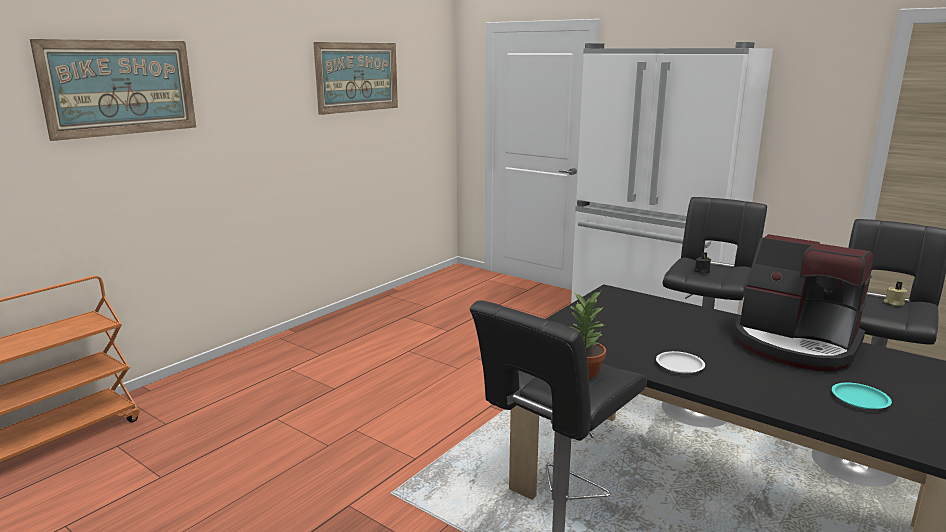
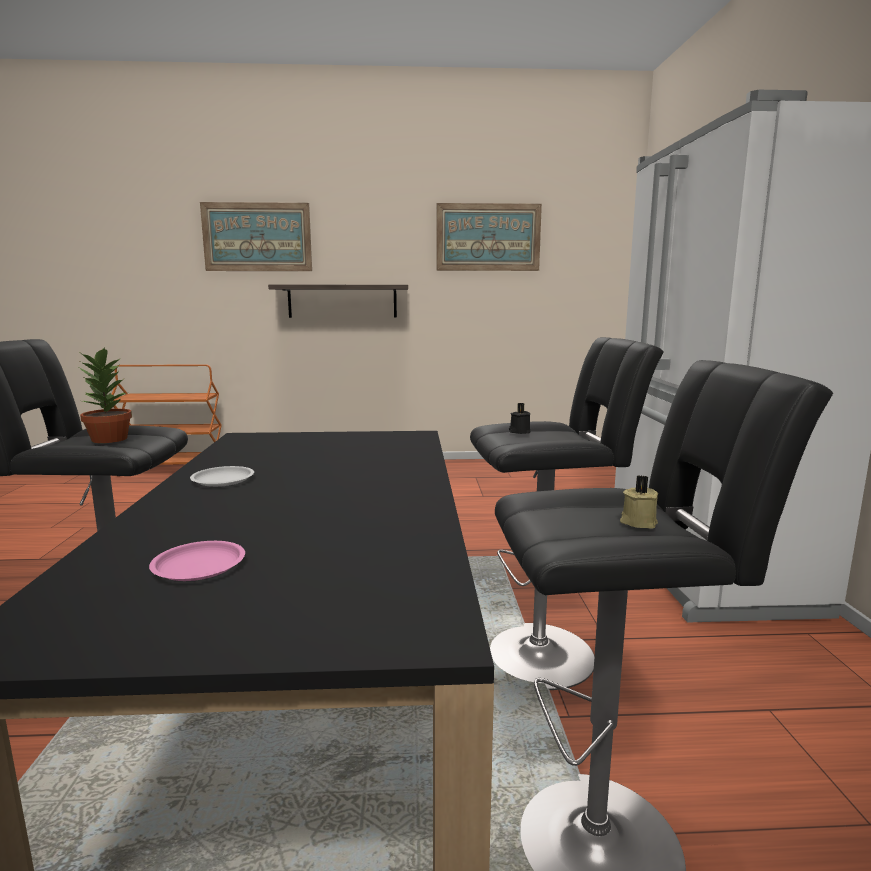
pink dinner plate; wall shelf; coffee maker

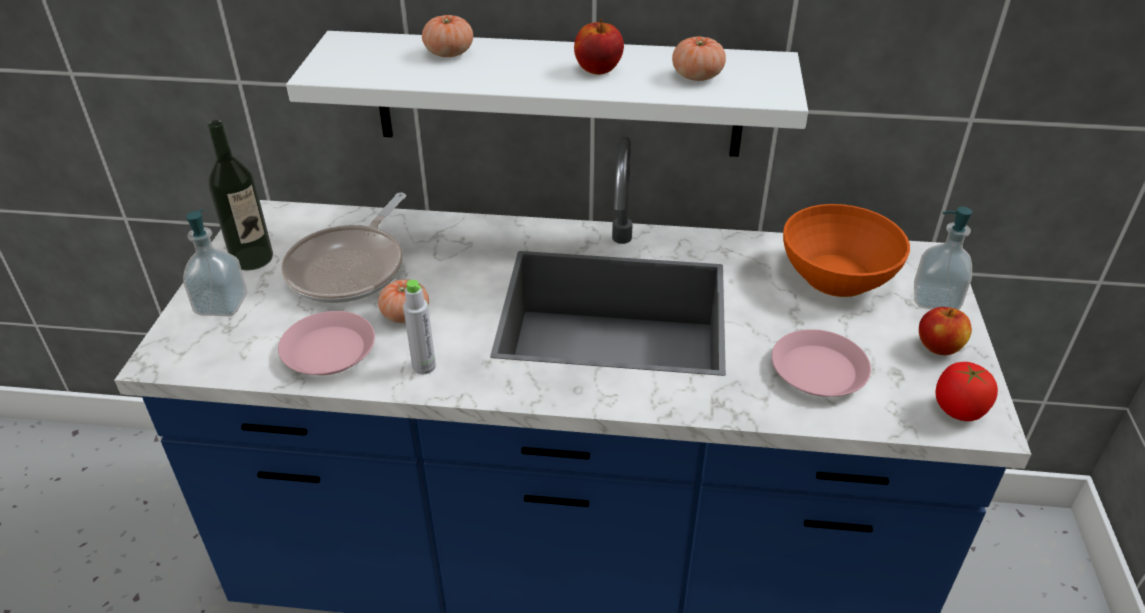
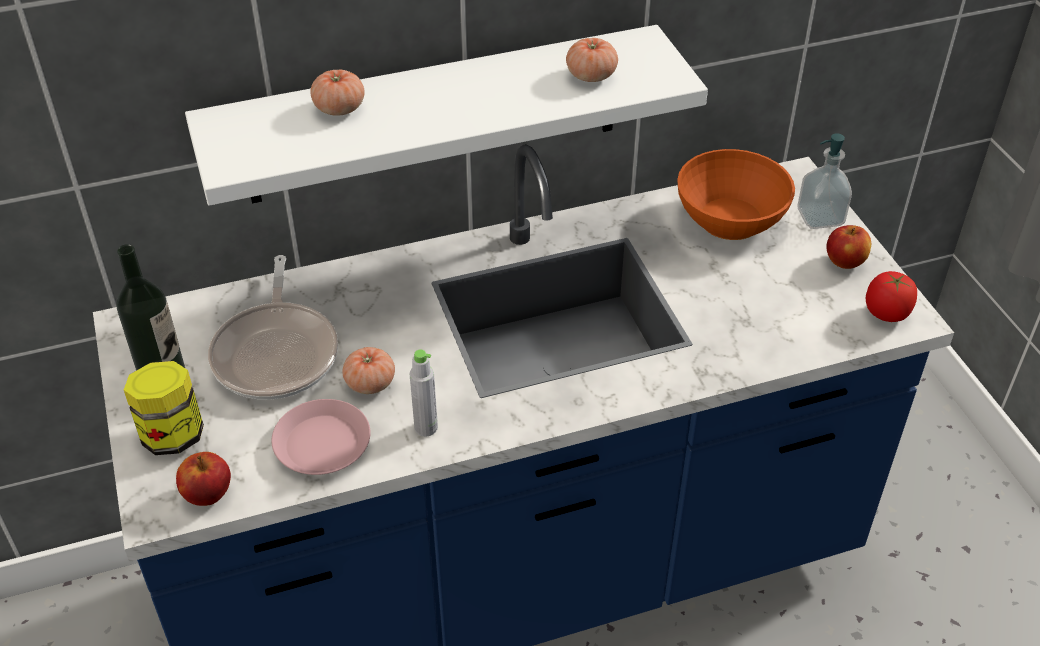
preserve jar; whole apple (no. 1 from left); pink dinner plate (no. 2 from left in the first image)

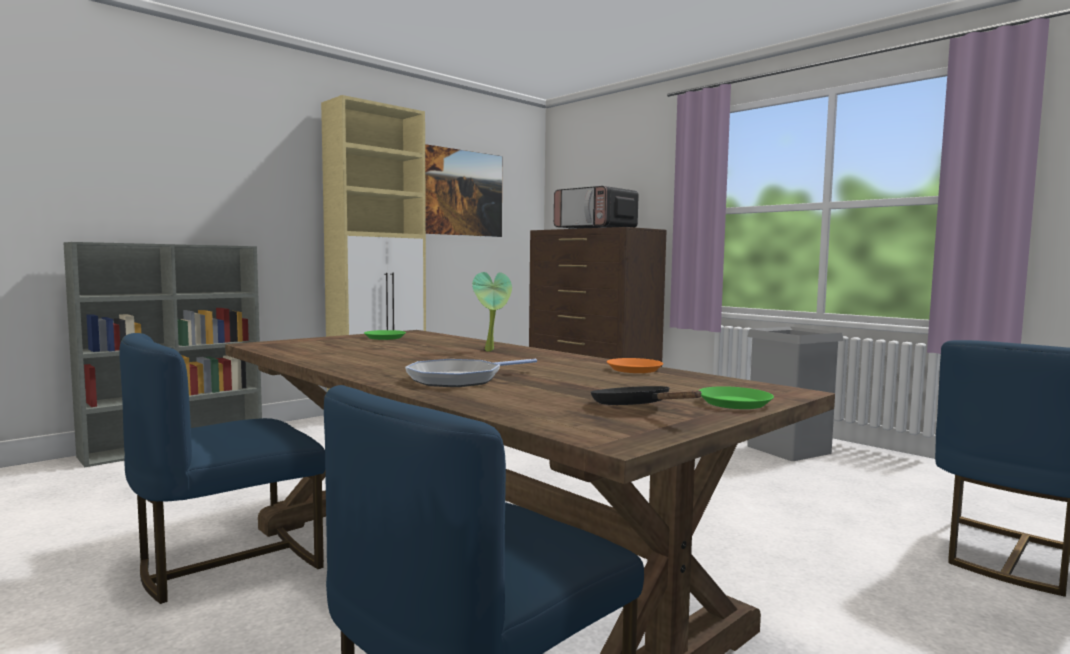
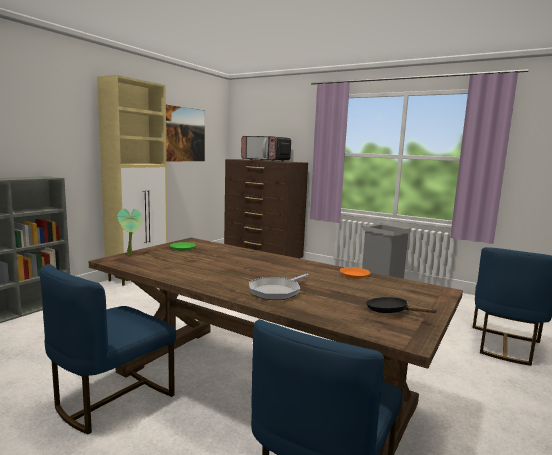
plant in a pot; greenish dinner plate (no. 2 from left in the first image)

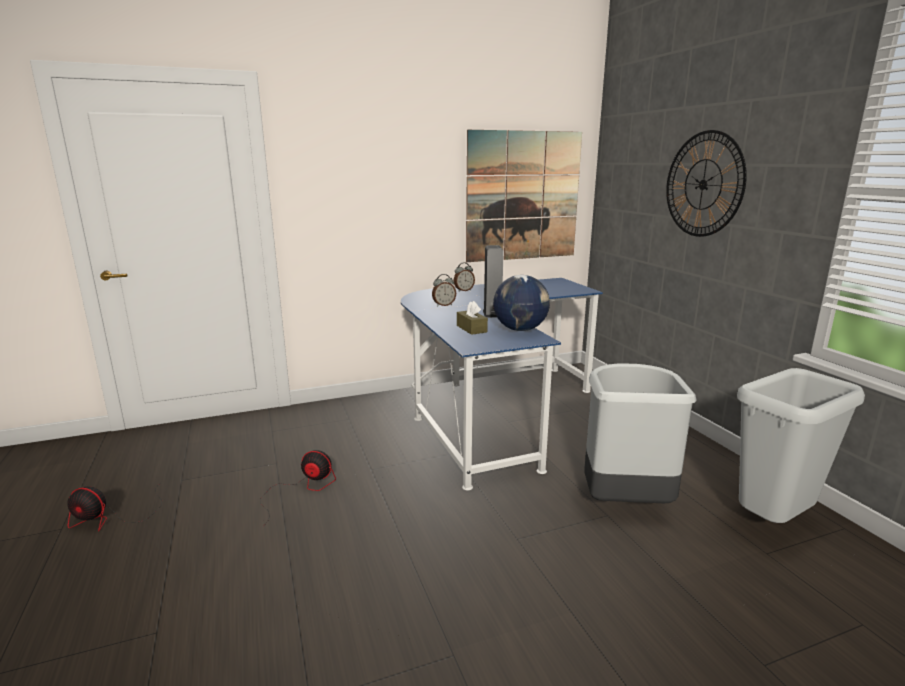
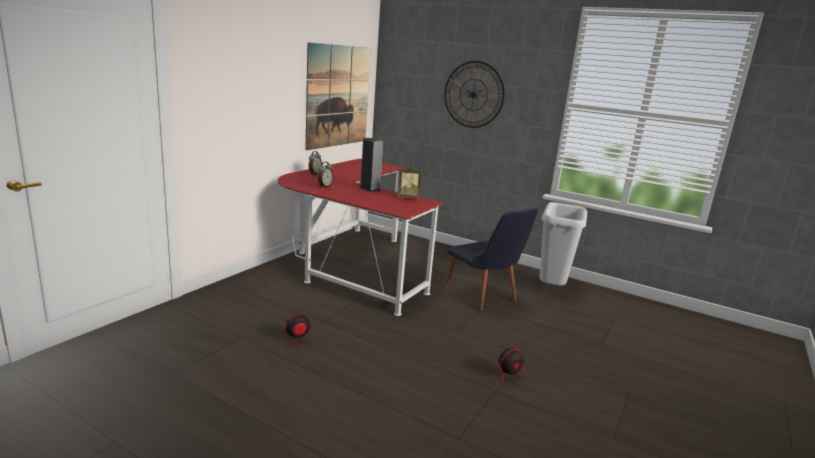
reddish desk unit; picture frame; black upright chair; electric fan (no. 2 from left); brown-coloured tissue holder

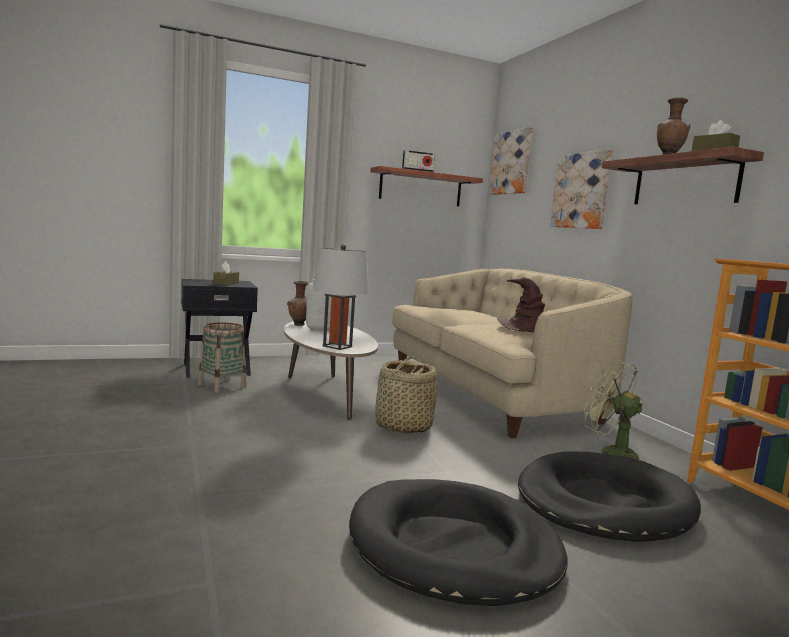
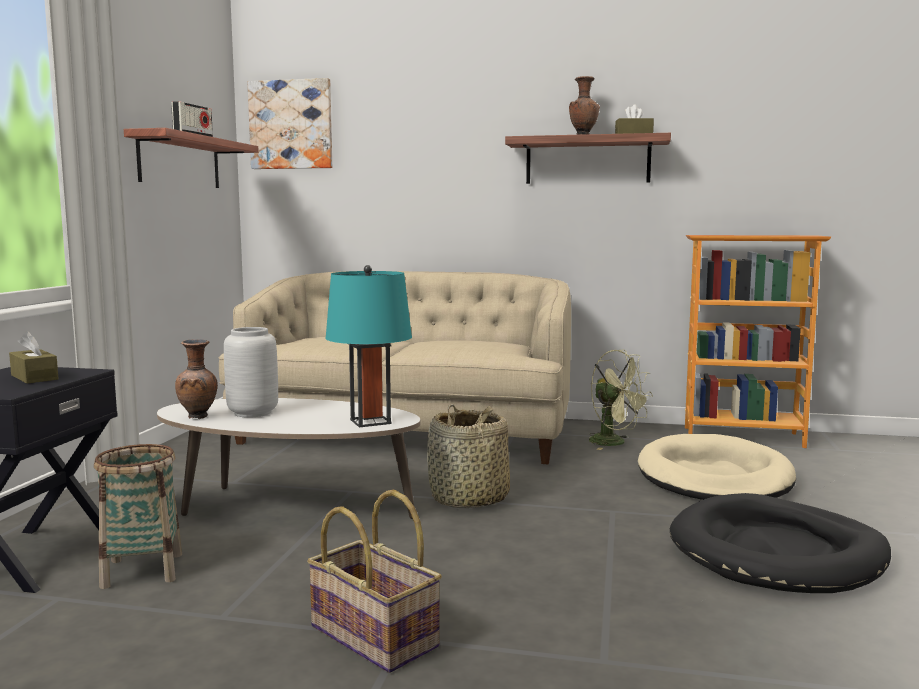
basket (no. 2 from left); turquoise-coloured table lamp; greenish electric fan; beige-coloured dog cushion; brown-coloured hat; wall art (no. 2 from left in the first image)

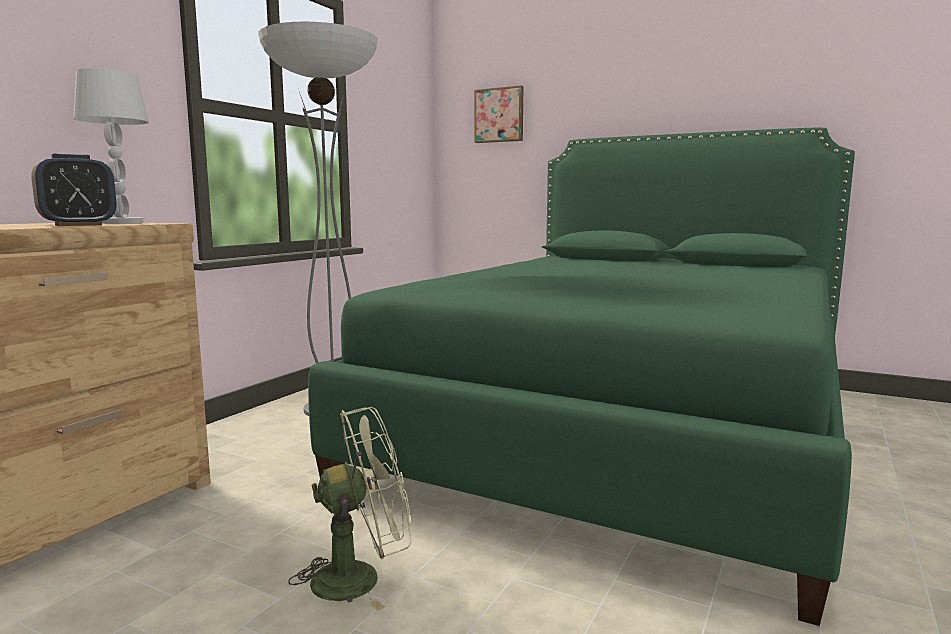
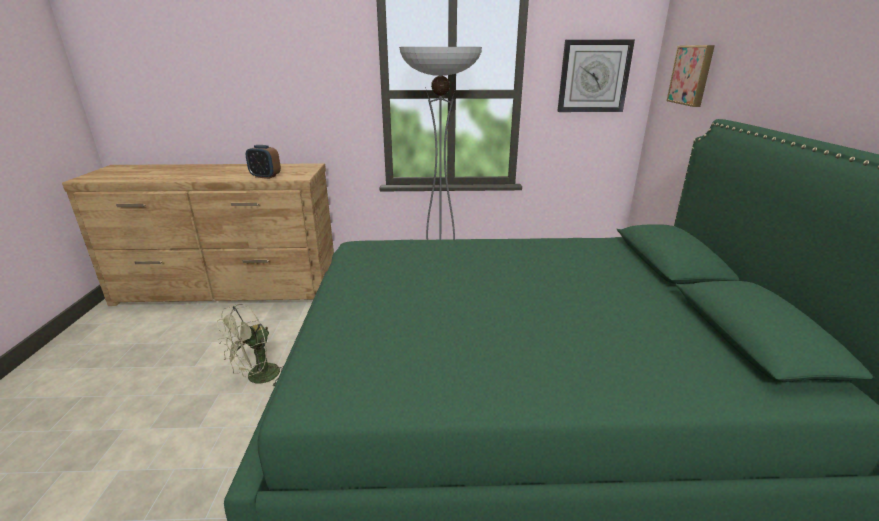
greenish electric fan; hanging clock; whitish table lamp

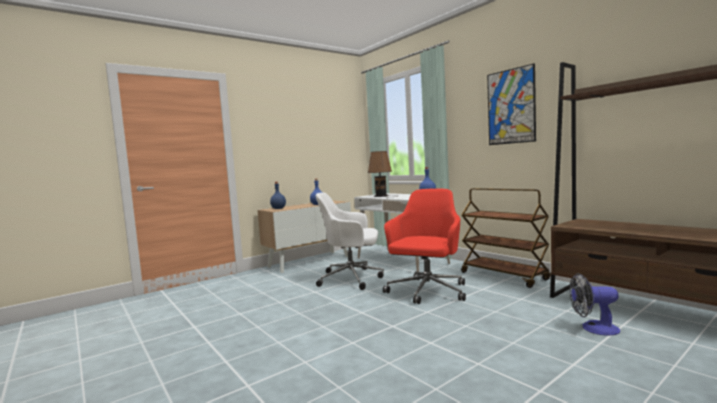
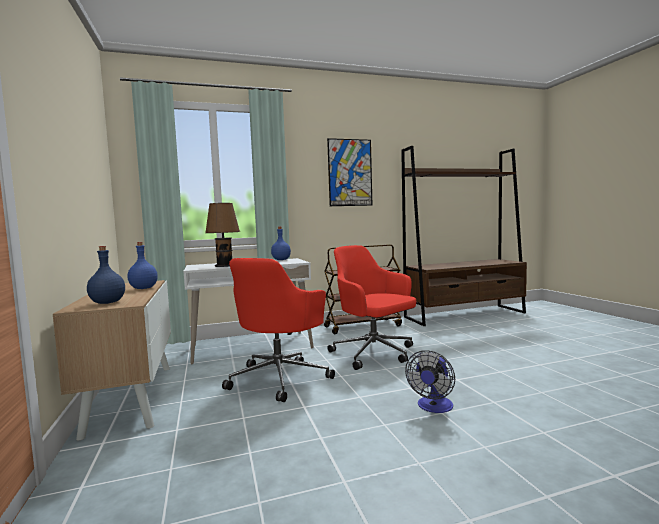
reddish desk chair (no. 1 from left); electric fan

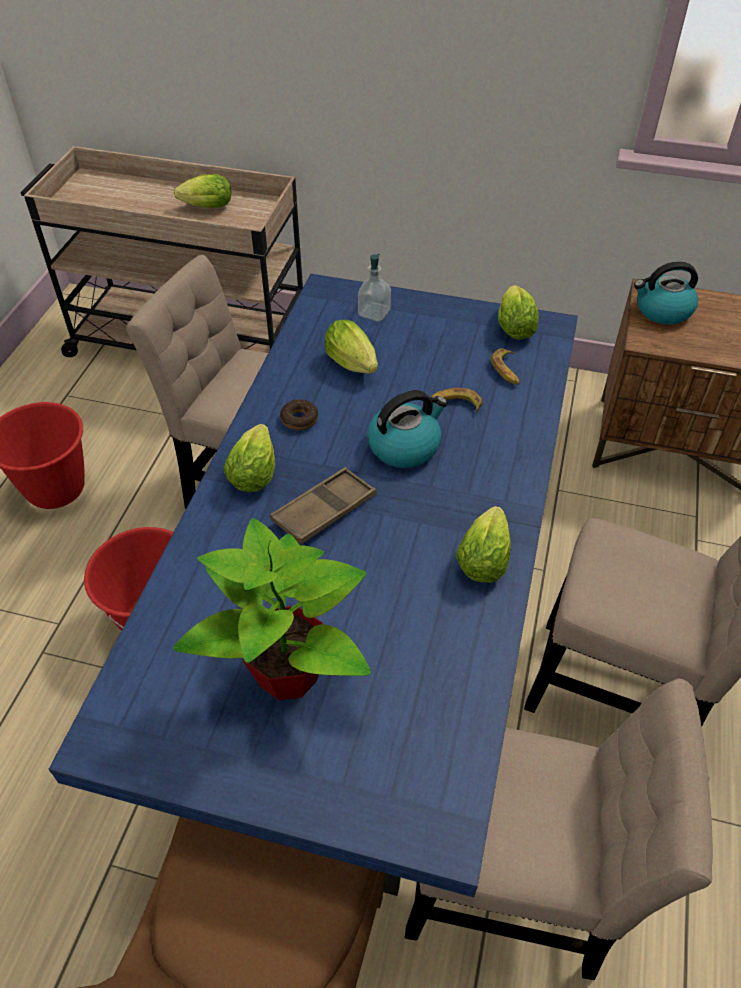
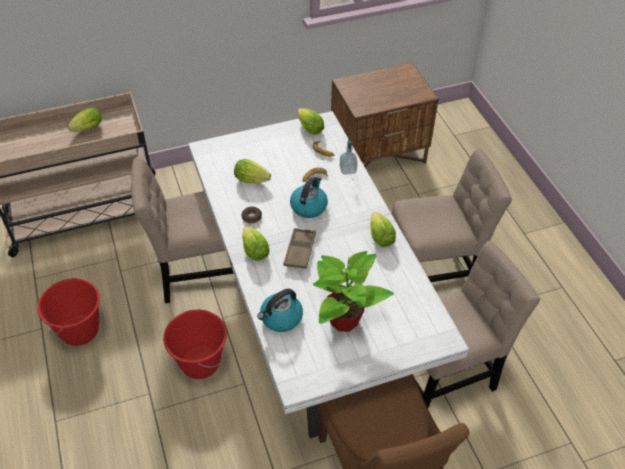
whitish dining table; tea kettle (no. 1 from left); liquid soap bottle

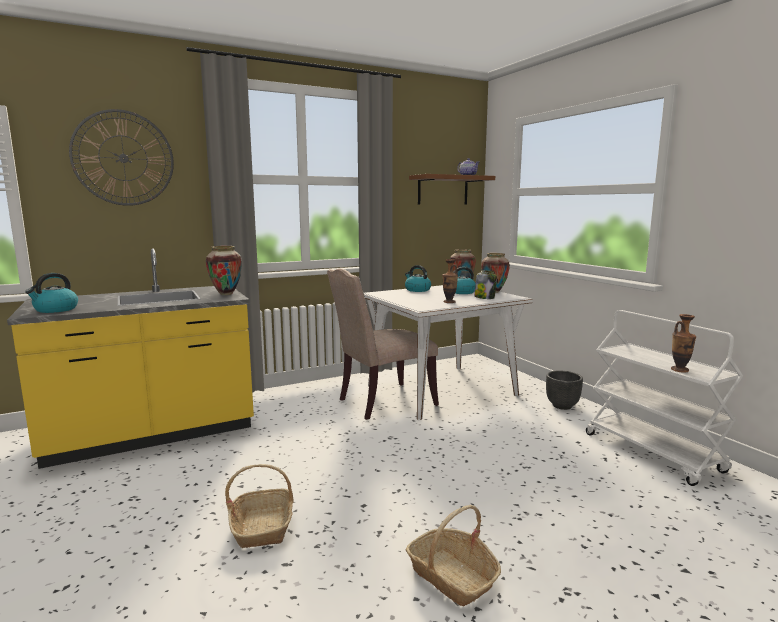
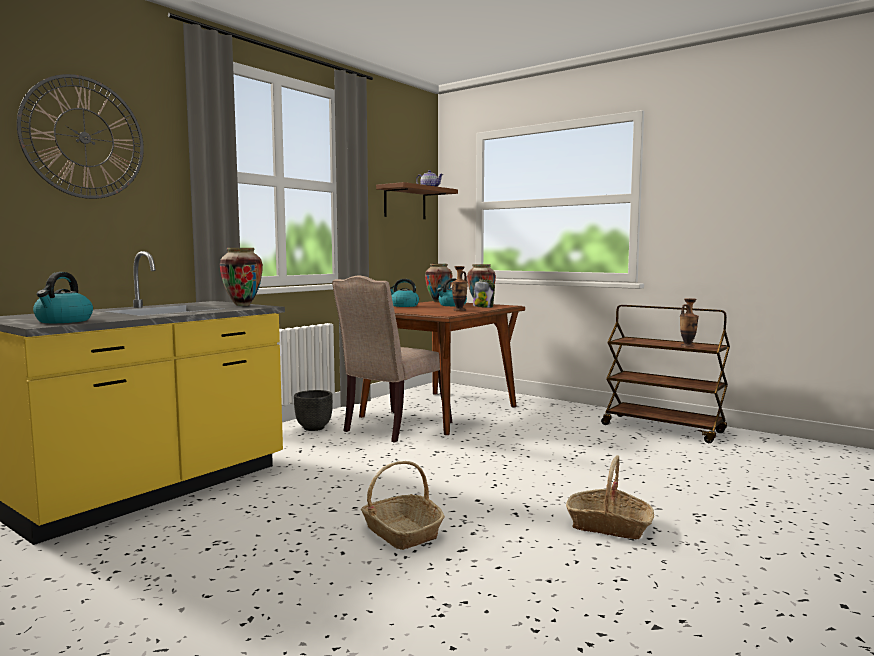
black flower pot; brown-coloured dining table; brown-coloured trolley

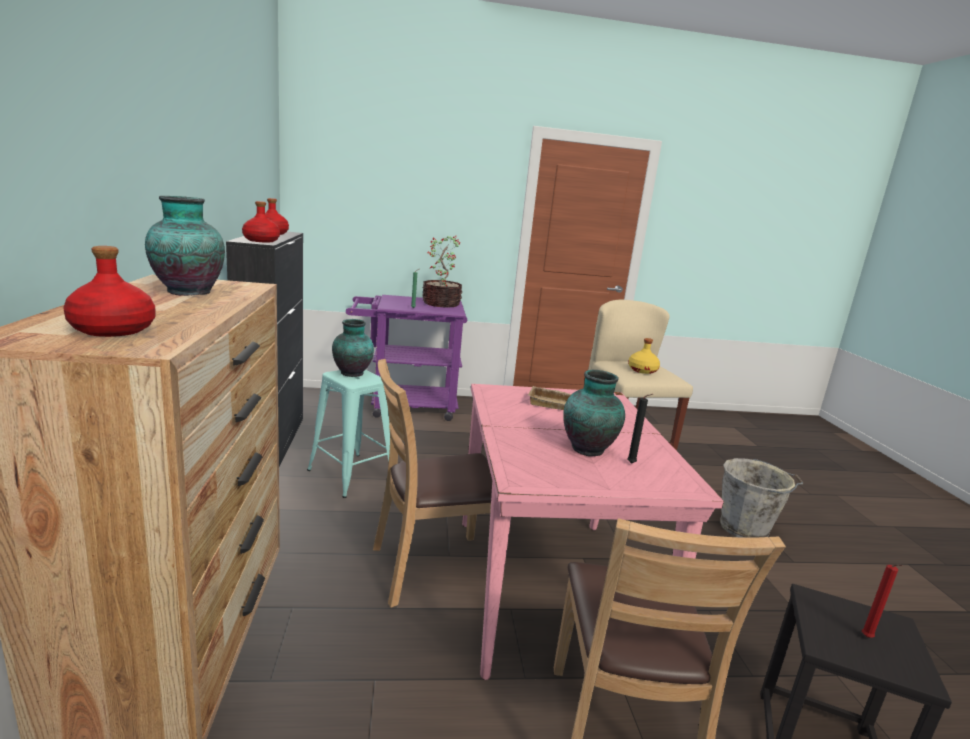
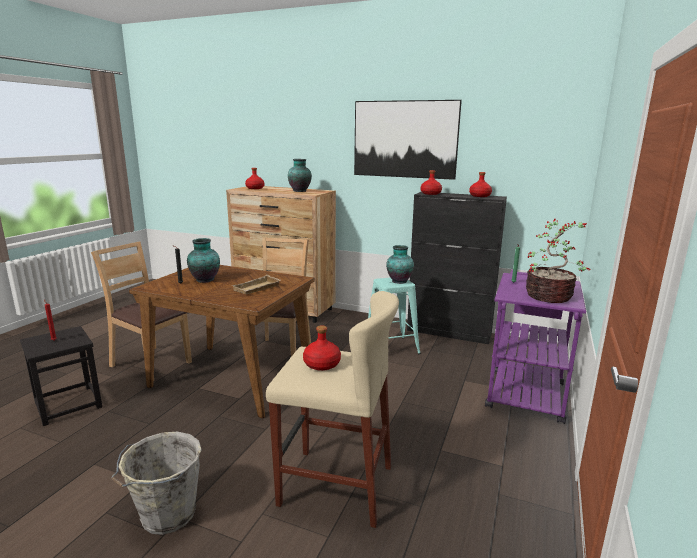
brown-coloured dining table; reddish drink bottle (no. 2 from left); wall art

